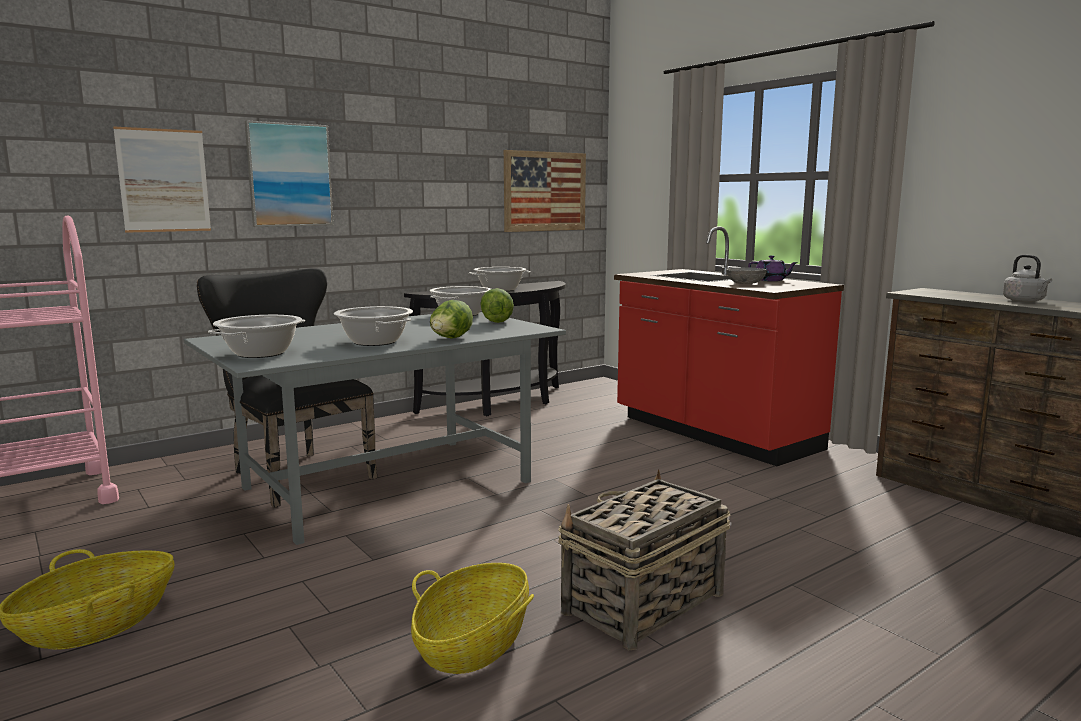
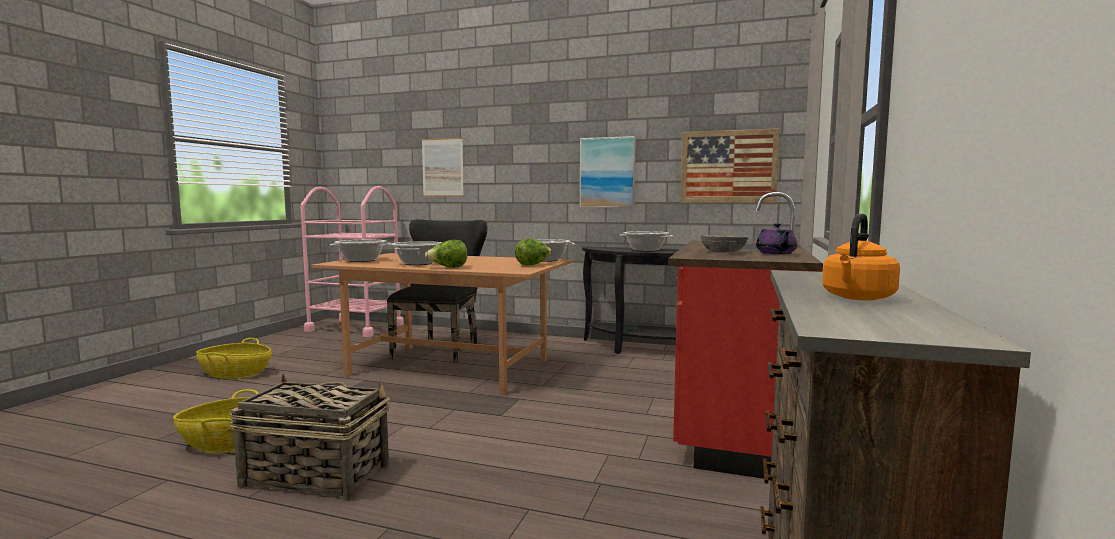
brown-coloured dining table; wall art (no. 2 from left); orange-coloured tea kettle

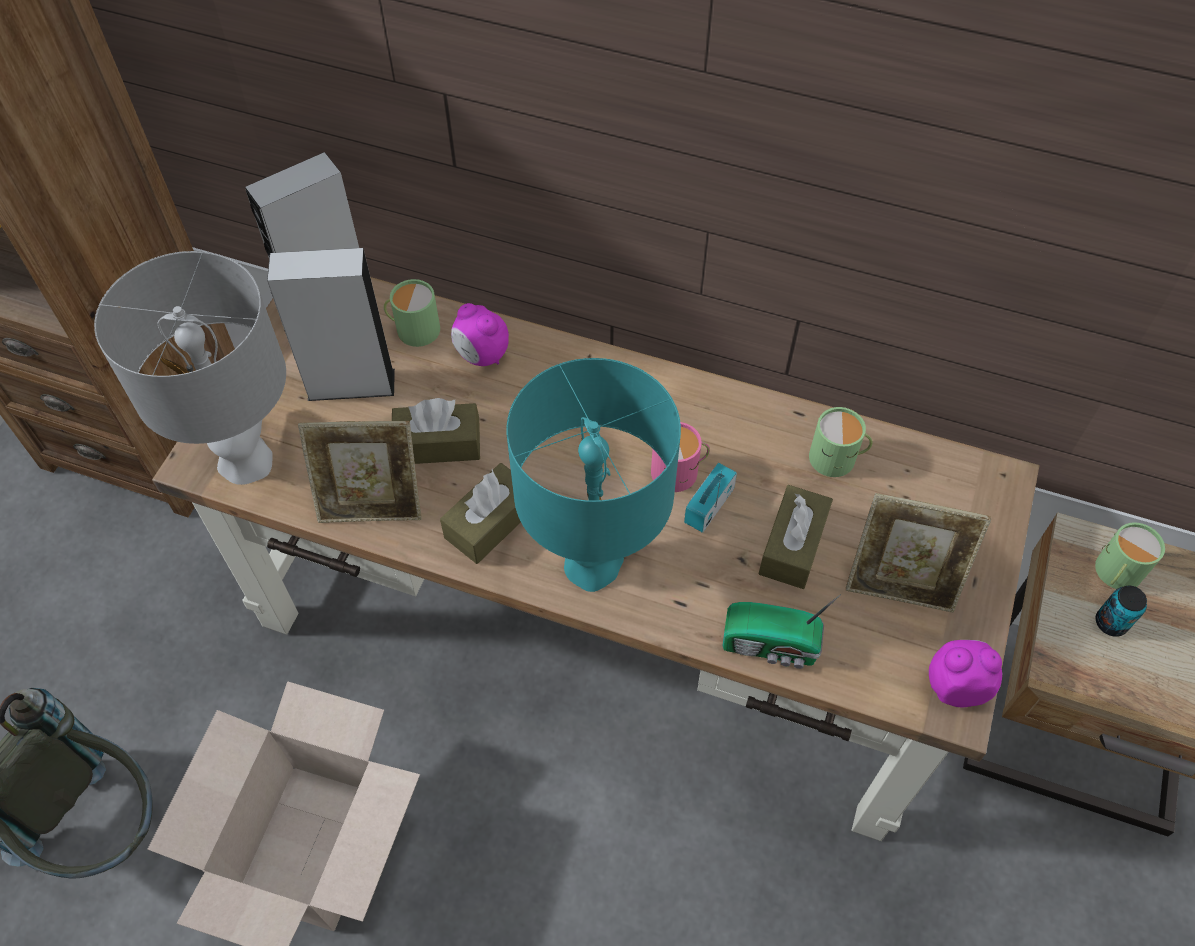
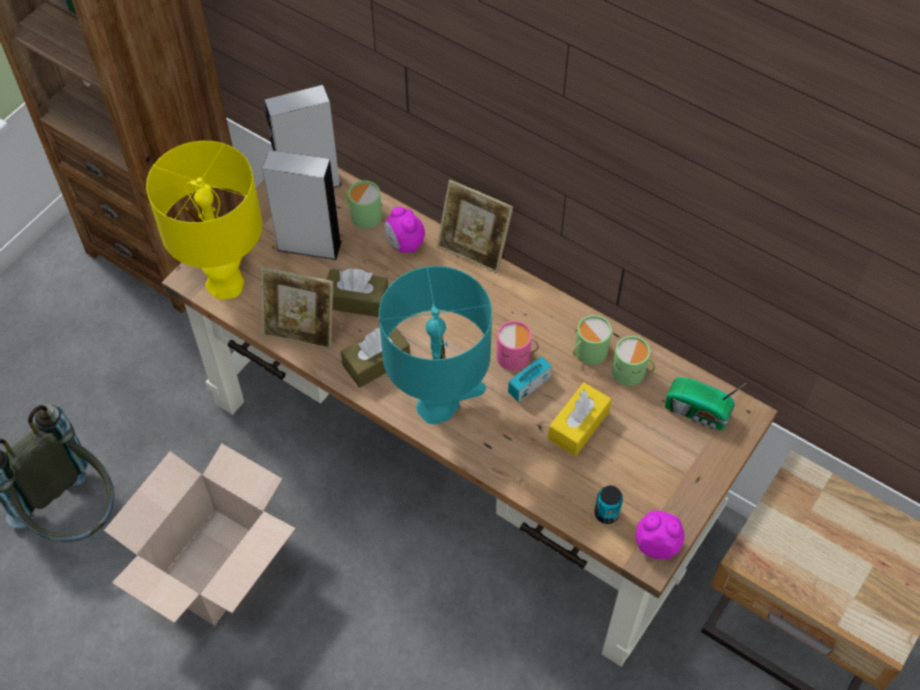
yellowish table lamp; picture frame (no. 2 from left); yellowish tissue holder; greenish coffee mug (no. 2 from left); metal can; radio (no. 2 from left)

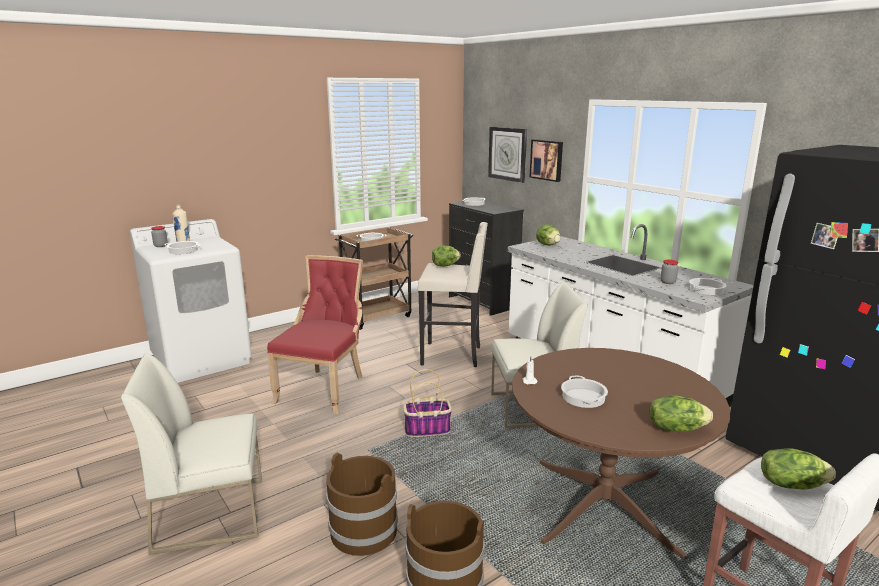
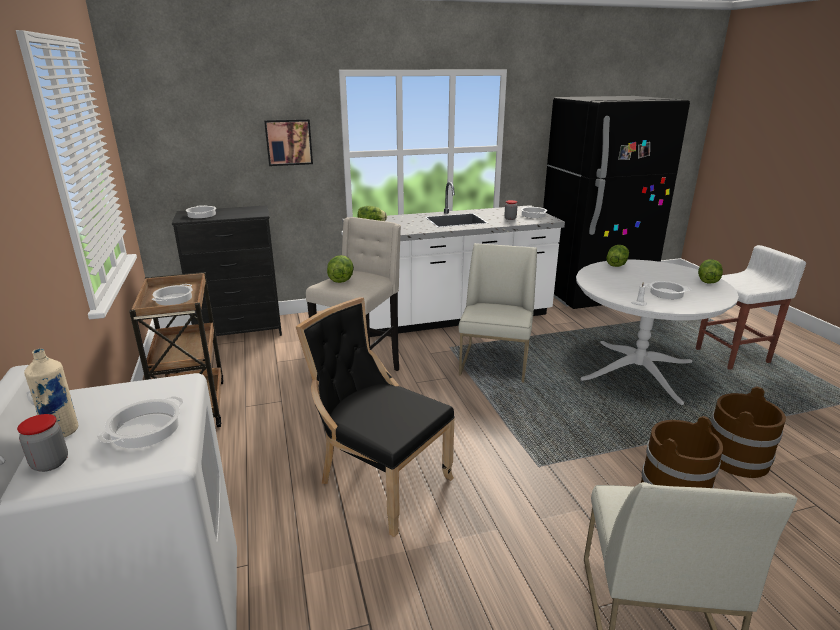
black upright chair; whitish dining table; lettuce head (no. 3 from left); basket; hanging clock

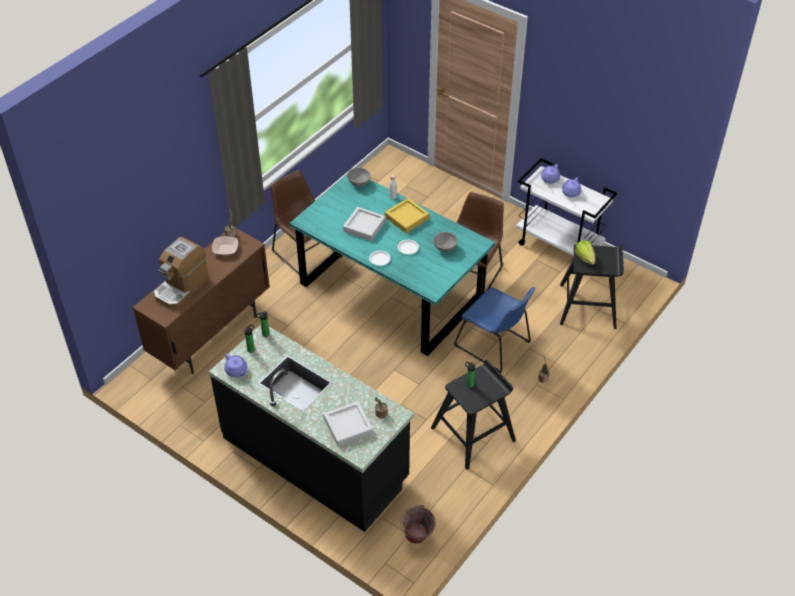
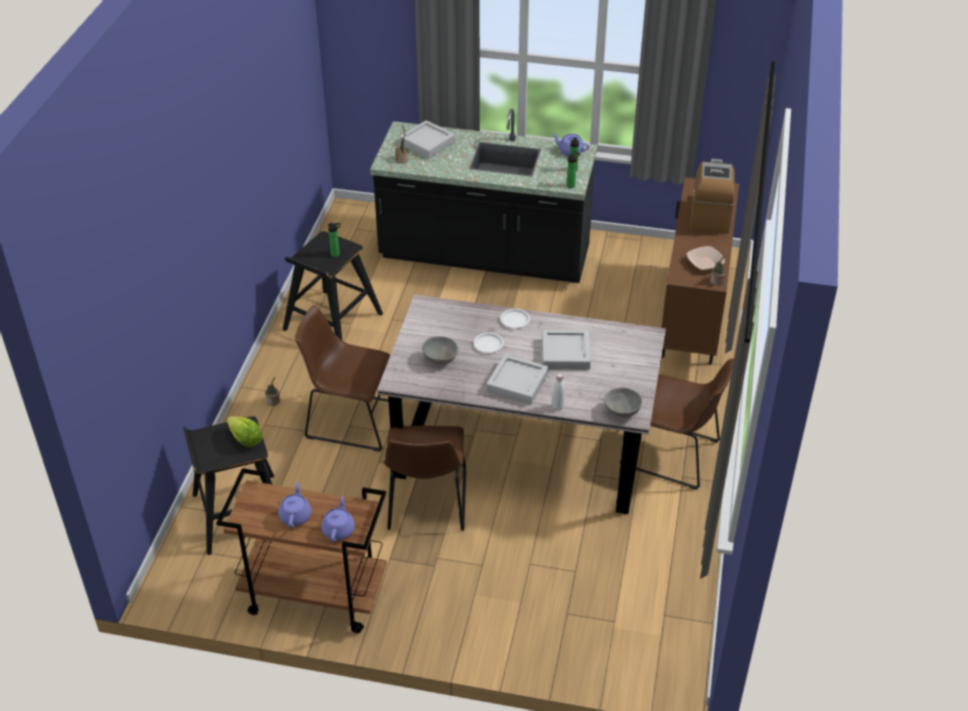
brown-coloured trolley; brown-coloured upright chair (no. 1 from left); grey dining table; grey tray (no. 2 from left); pail

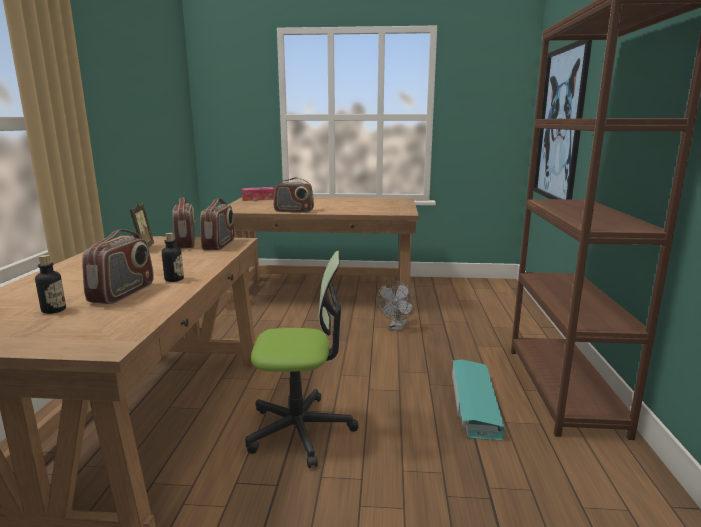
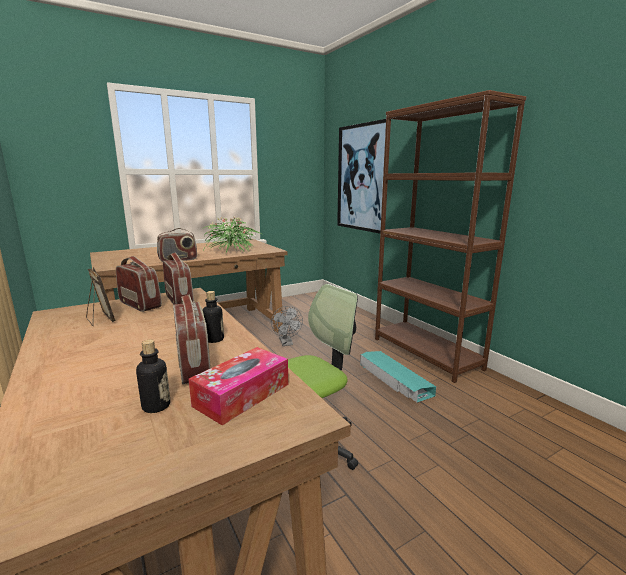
tissue holder; plant in a pot

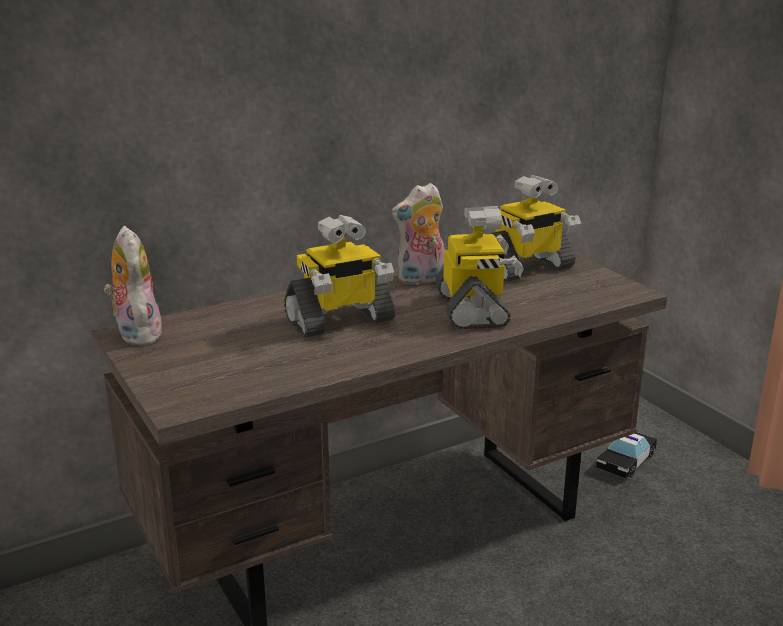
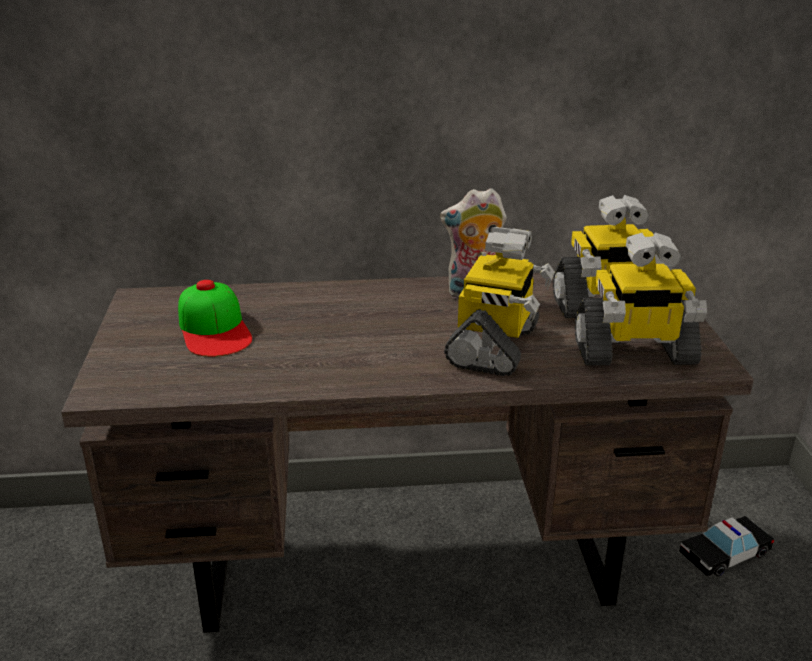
cap; robot figure (no. 3 from left); cuddly toy (no. 1 from left in the first image)

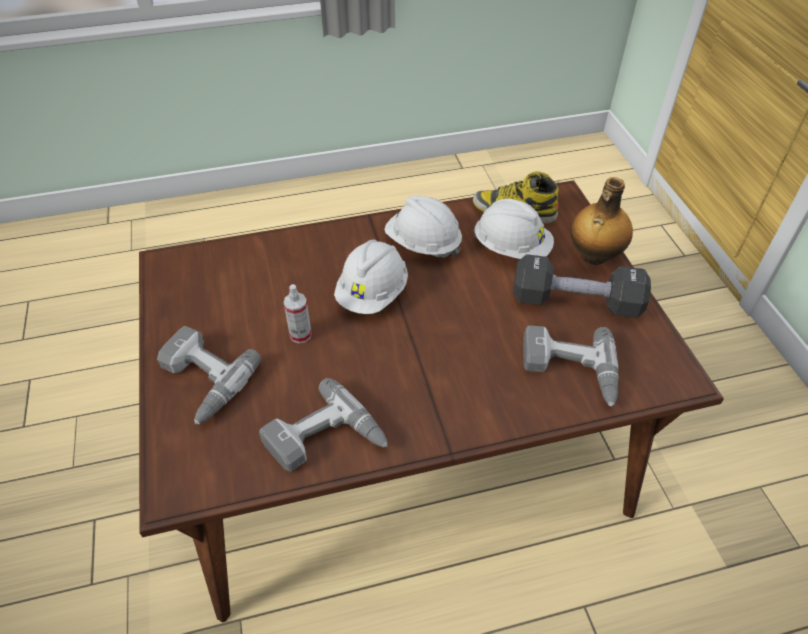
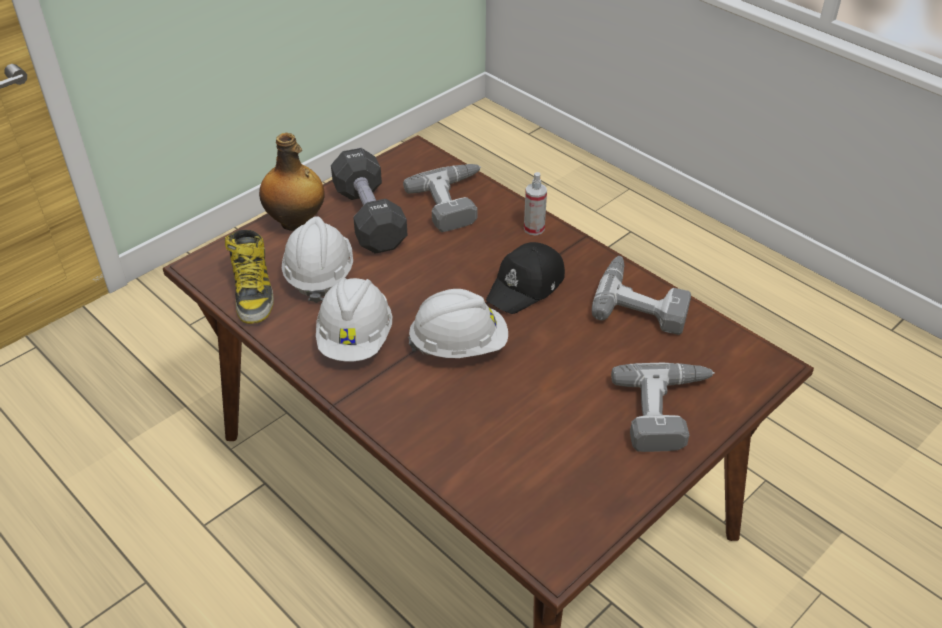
black cap; sprayer

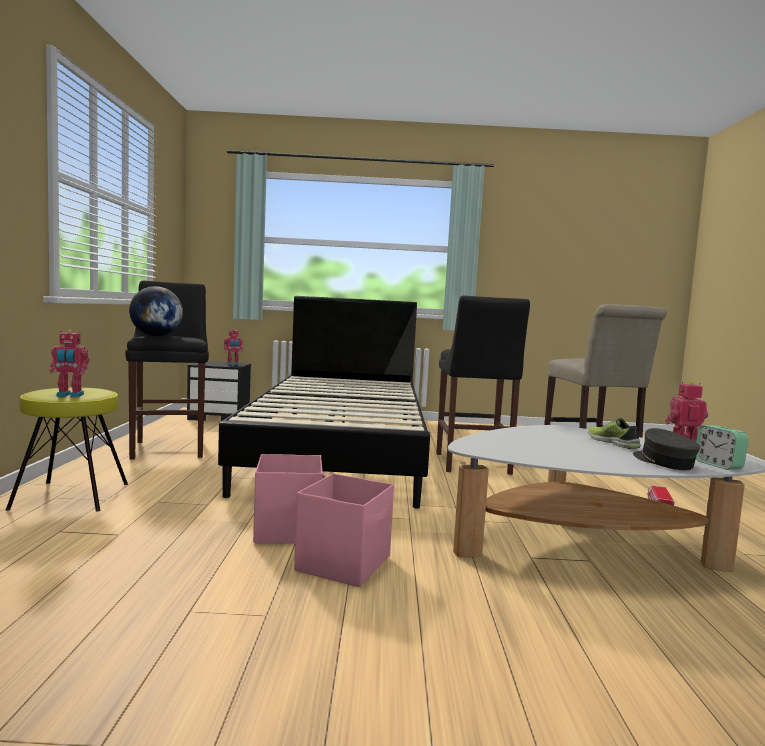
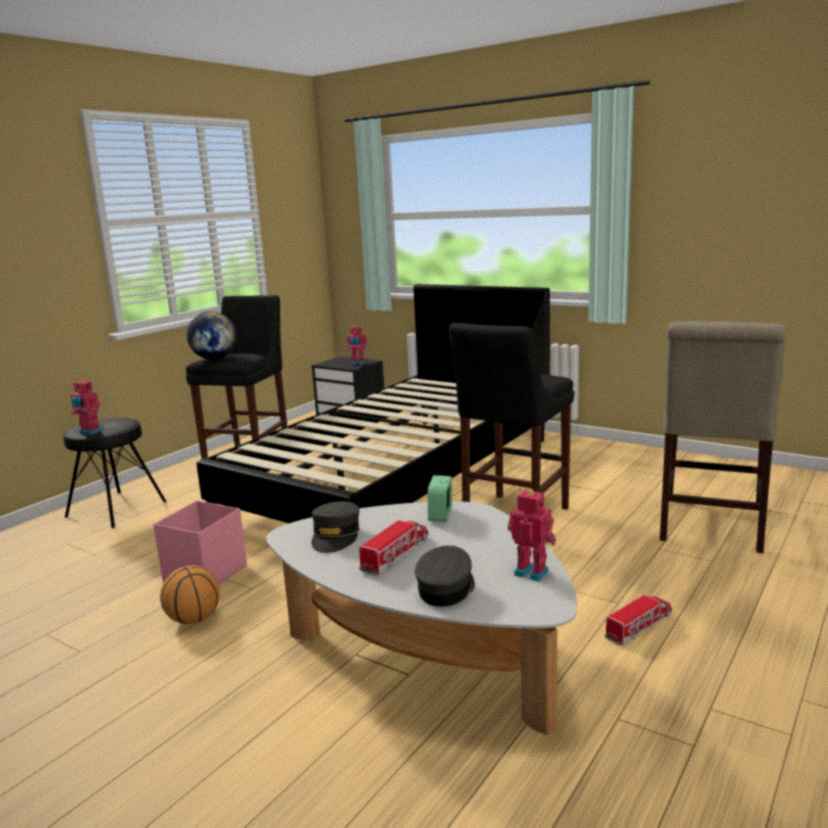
black stool (no. 1 from left); basketball; grey cap (no. 1 from left); toy lorry (no. 1 from left); alarm clock; shoe

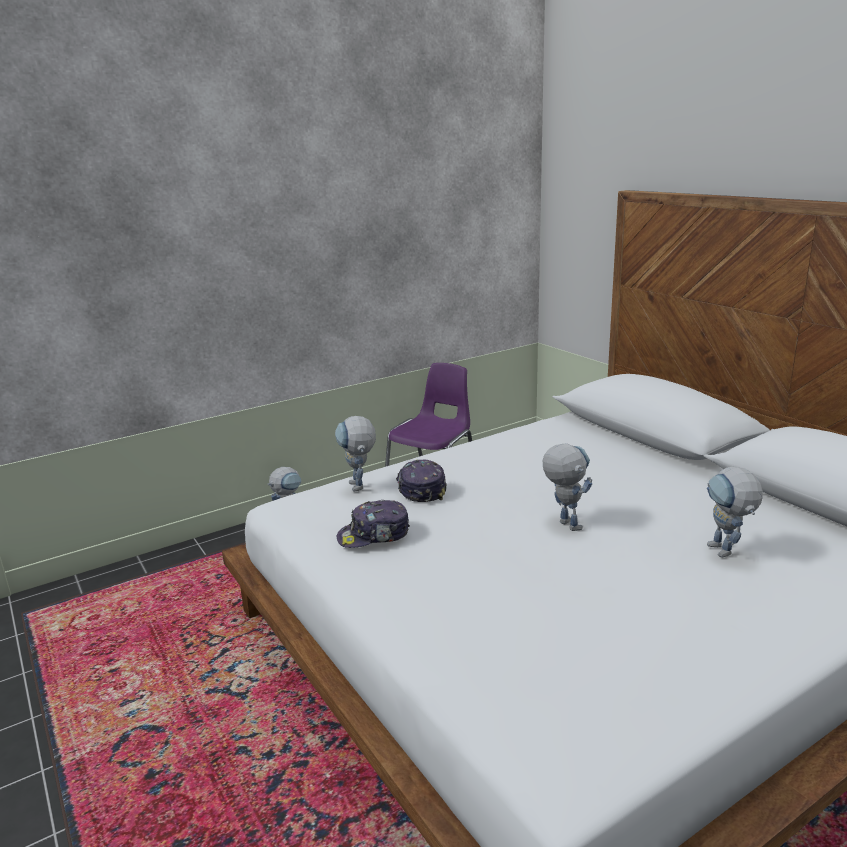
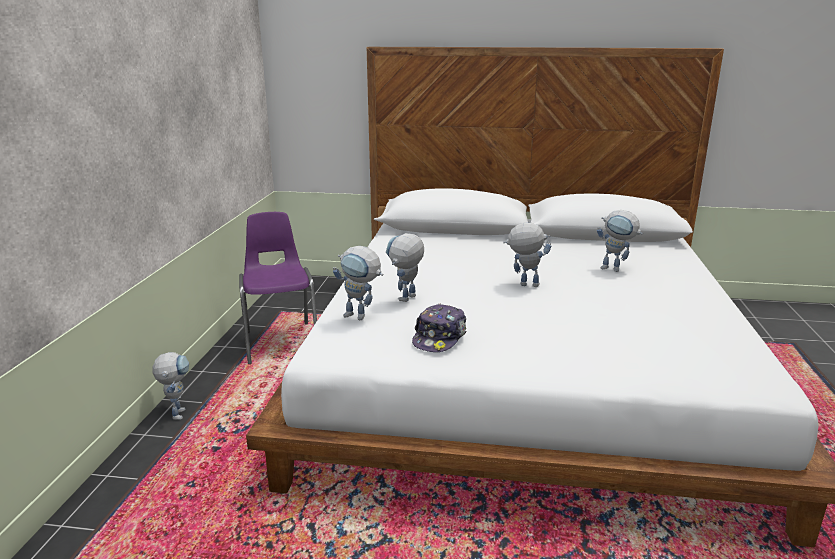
robot figure (no. 3 from left)

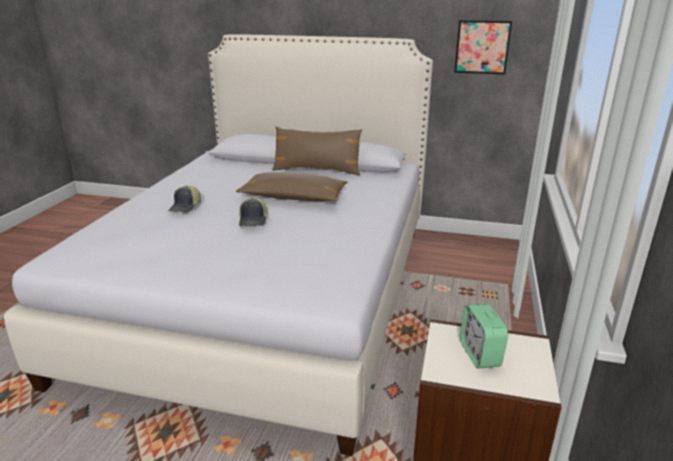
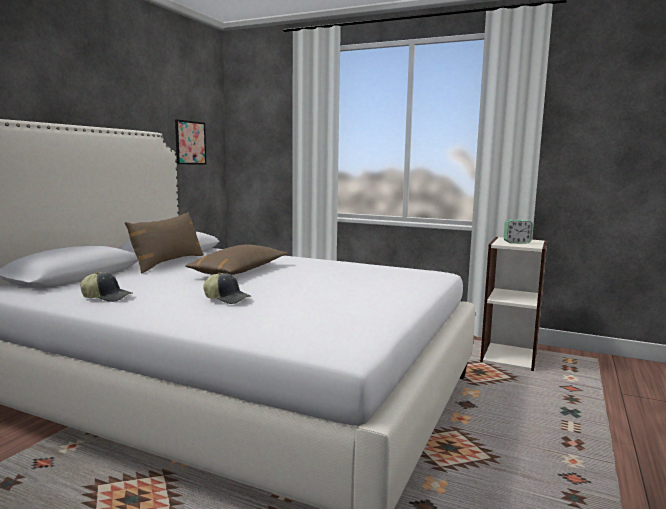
cap (no. 1 from left)

